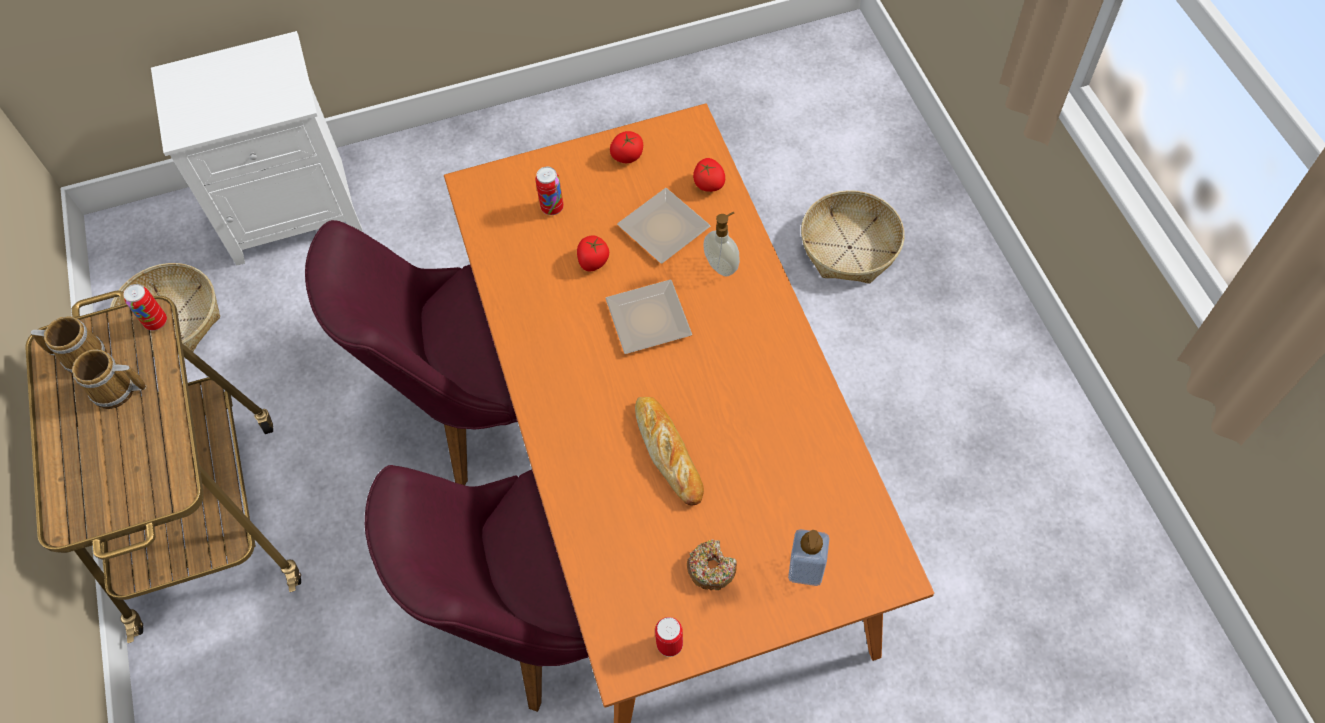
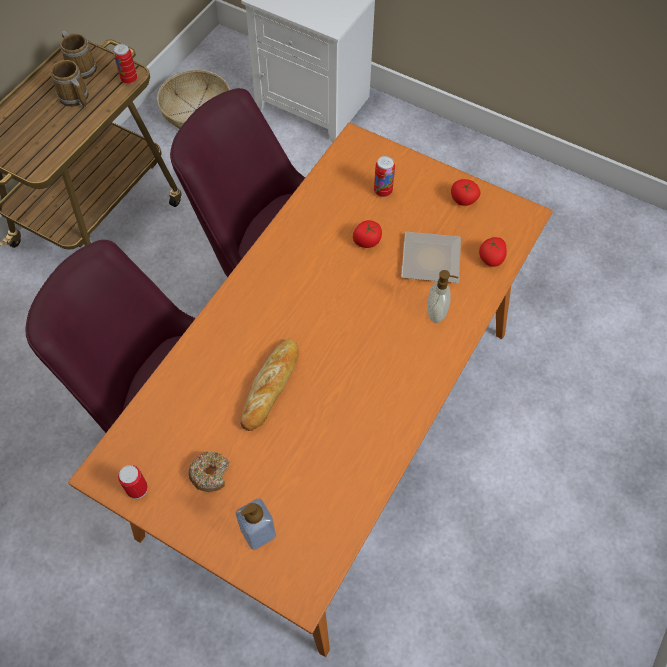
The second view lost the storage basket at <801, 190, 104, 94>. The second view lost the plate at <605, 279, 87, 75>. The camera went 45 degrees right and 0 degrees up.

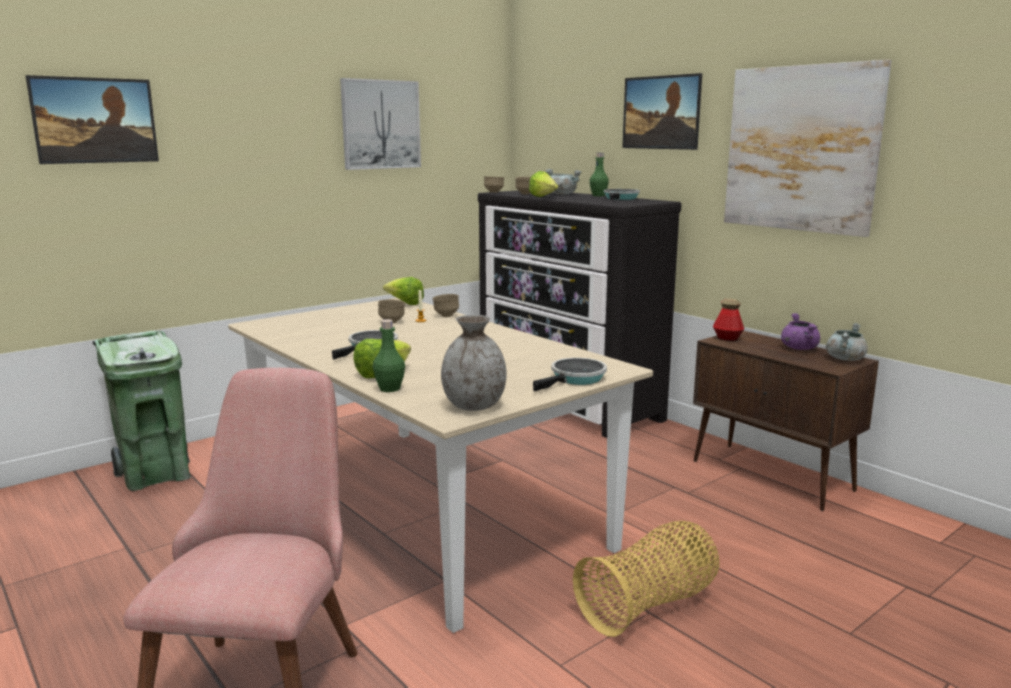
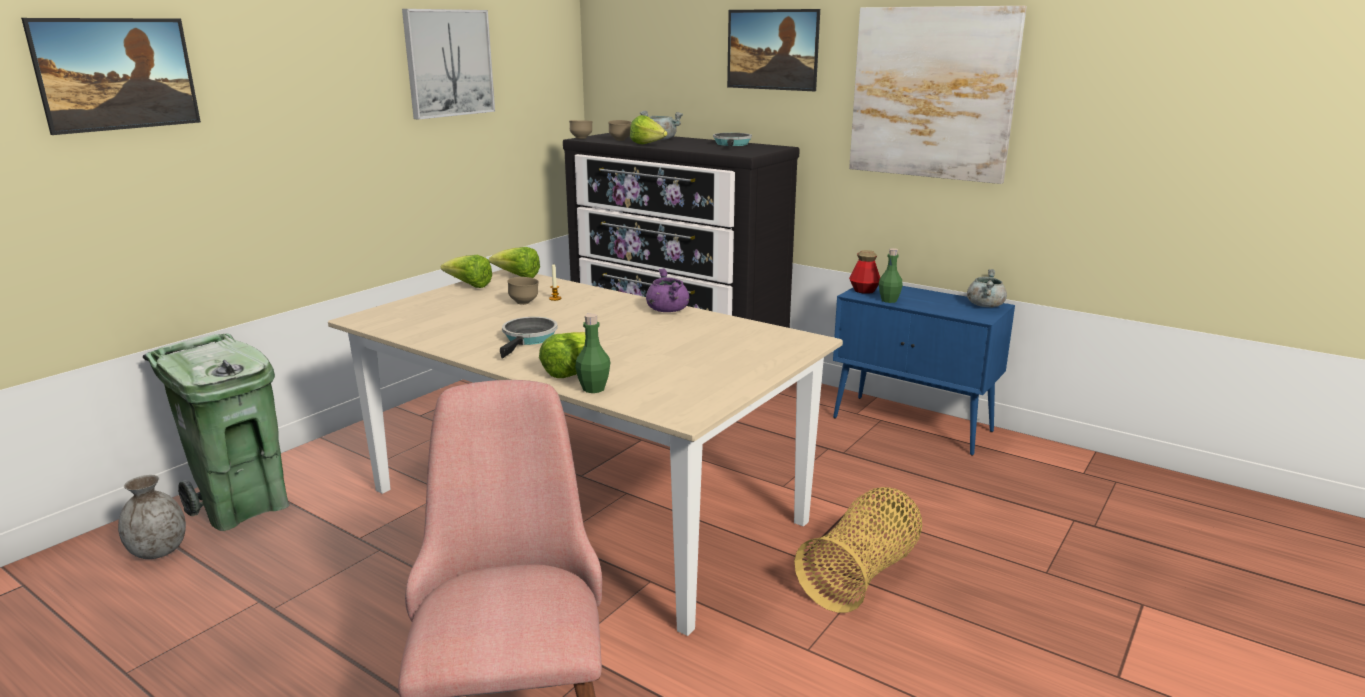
The green-coloured beverage bottle ended up elsewhere, having gone from <589, 153, 20, 43> to <879, 248, 24, 55>. The second view lost the brown serving bowl at <433, 294, 26, 23>. The purplish saucepot ended up elsewhere, having gone from <781, 313, 39, 37> to <646, 269, 43, 43>. The grey decorative vase ended up elsewhere, having gone from <441, 315, 65, 96> to <118, 475, 68, 84>. What was the brown cabinet at <693, 331, 186, 180> turned into the blue-coloured cabinet at <833, 285, 182, 171>. The second view lost the frying pan at <533, 358, 74, 34>. The second view gained the lettuce head at <441, 255, 51, 33>. The camera went 15 degrees left and 5 degrees up.

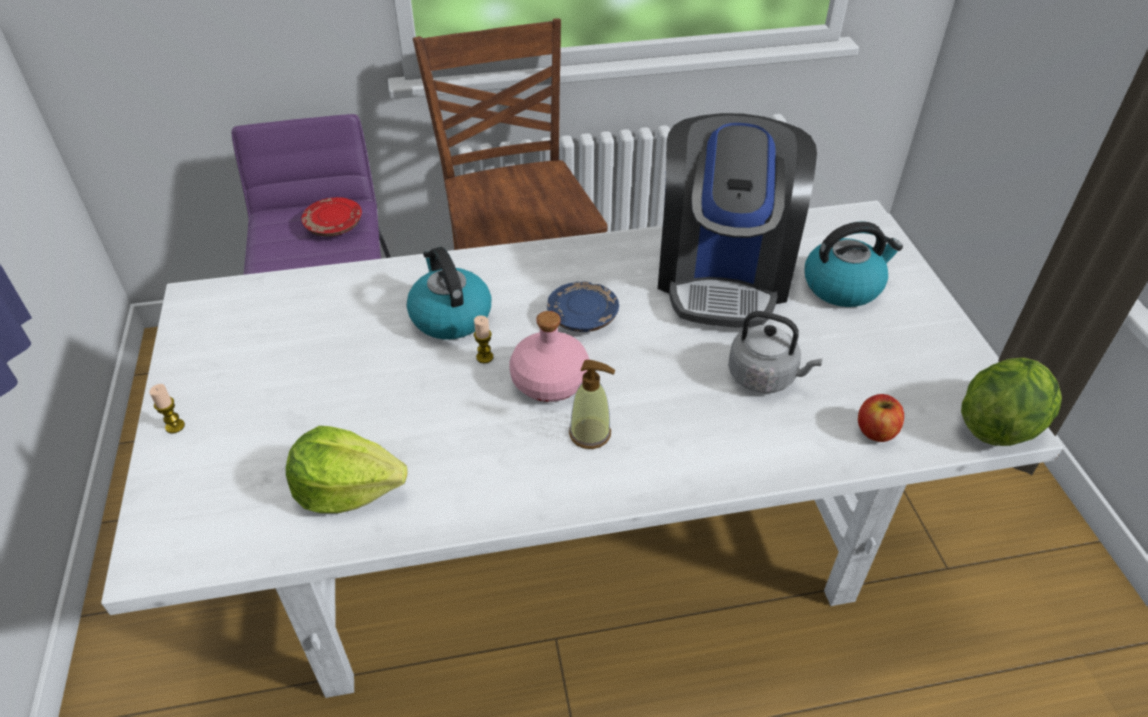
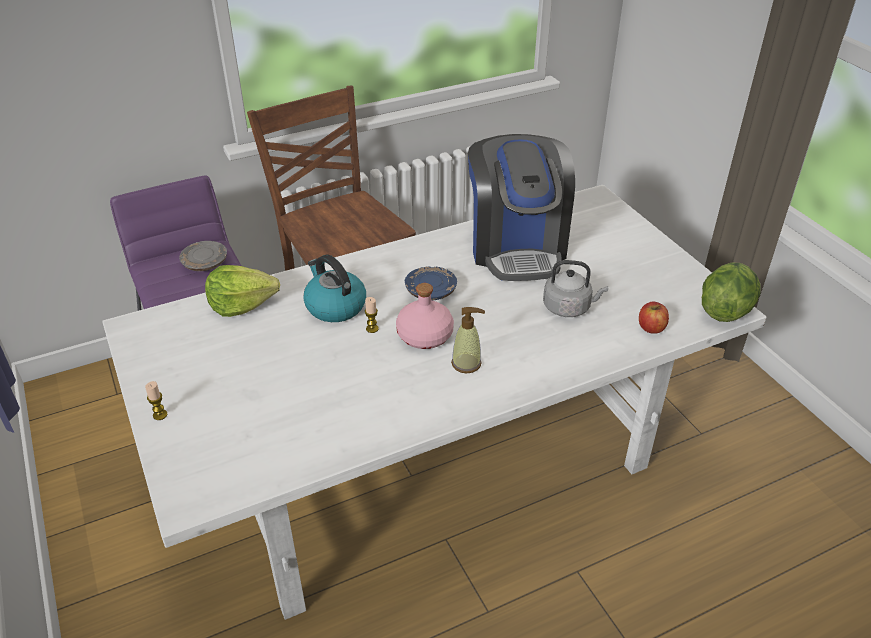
What was the red-coloured plate at <302, 197, 60, 40> turned into the grey plate at <179, 241, 48, 30>. The second view lost the kettle at <805, 221, 98, 86>. The lettuce head ended up elsewhere, having gone from <286, 426, 122, 87> to <205, 265, 75, 52>. The camera went 15 degrees left and 5 degrees down.

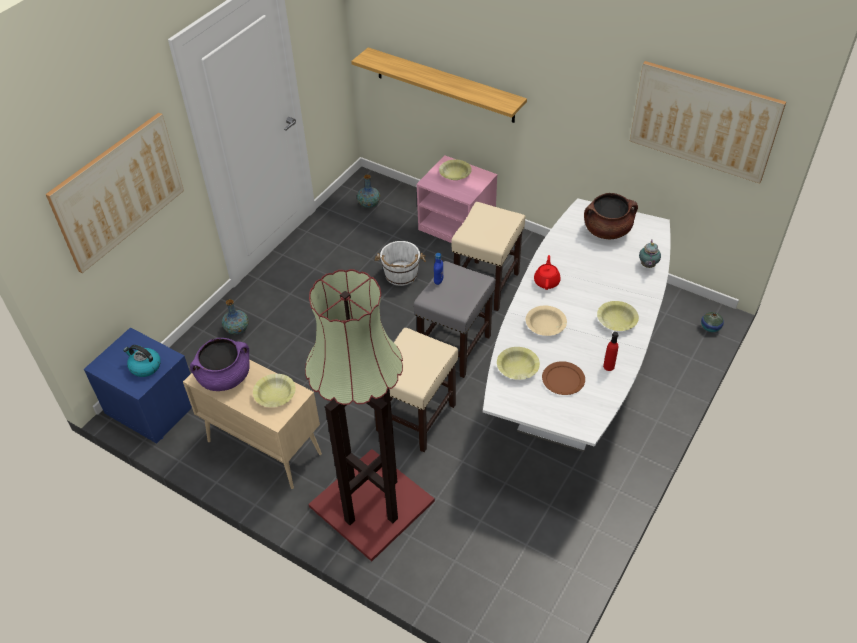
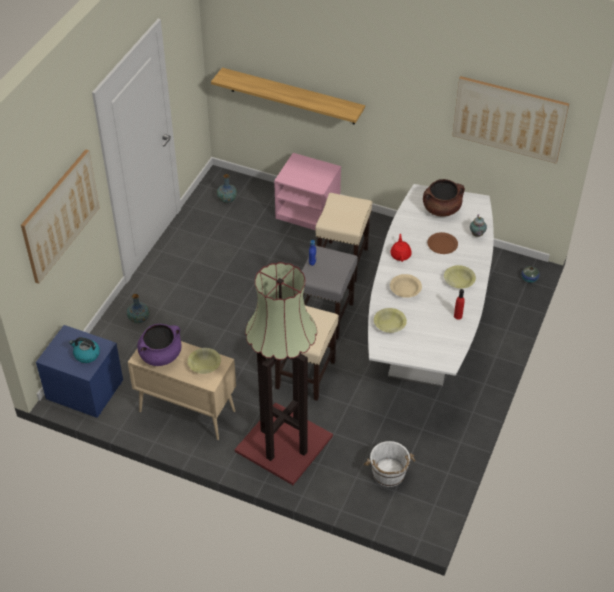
The second view lost the yellow-coloured serving bowl at <439, 160, 33, 20>. The white bucket ended up elsewhere, having gone from <375, 241, 51, 45> to <364, 441, 51, 46>. The brown plate ended up elsewhere, having gone from <542, 361, 43, 34> to <427, 232, 31, 22>. The camera went 10 degrees left and 0 degrees up.

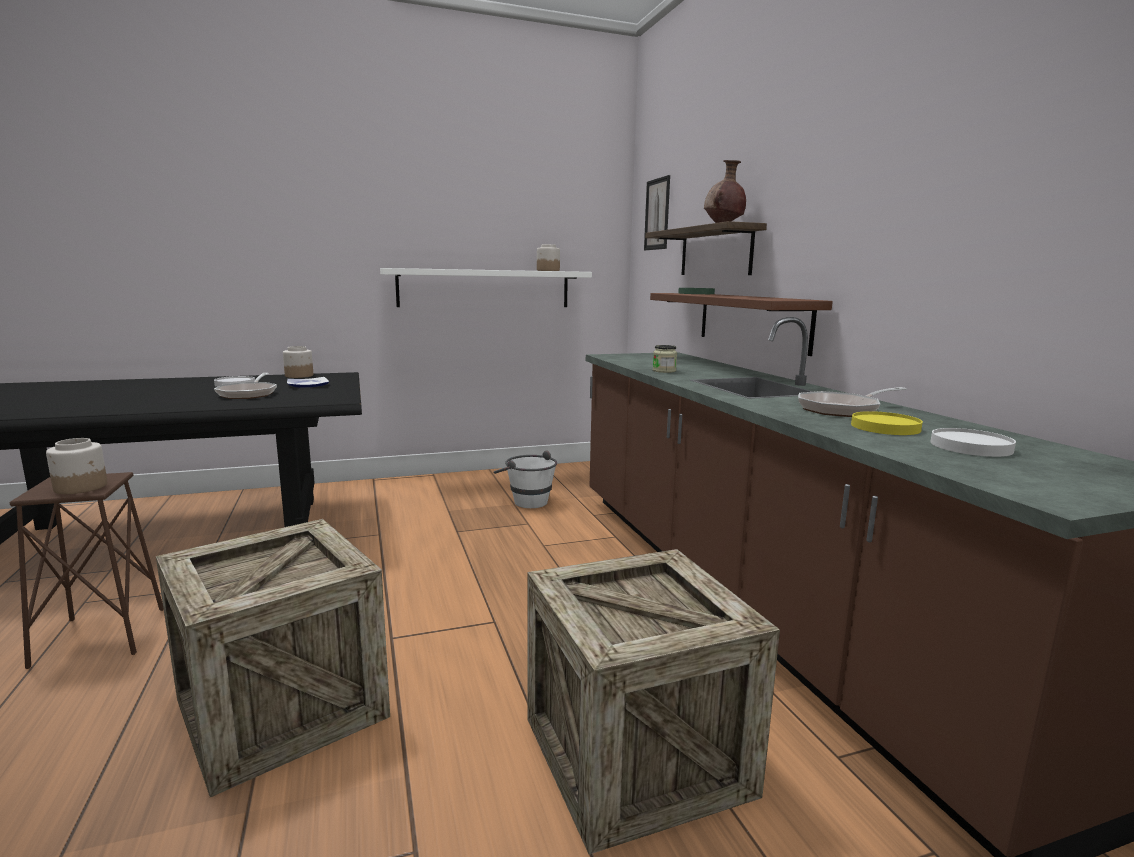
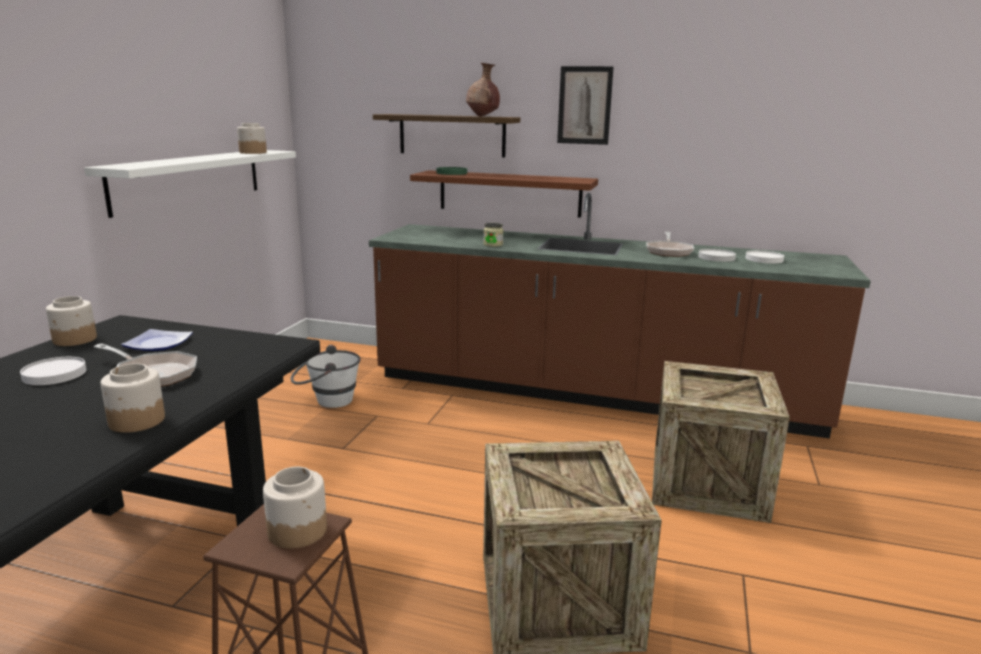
The picture ended up elsewhere, having gone from <644, 175, 26, 75> to <557, 66, 57, 79>. What was the yellow-coloured plate at <851, 411, 72, 24> turned into the white plate at <698, 249, 38, 13>. The second view gained the storage jar at <100, 363, 65, 70>. The camera went 55 degrees left and 5 degrees up.

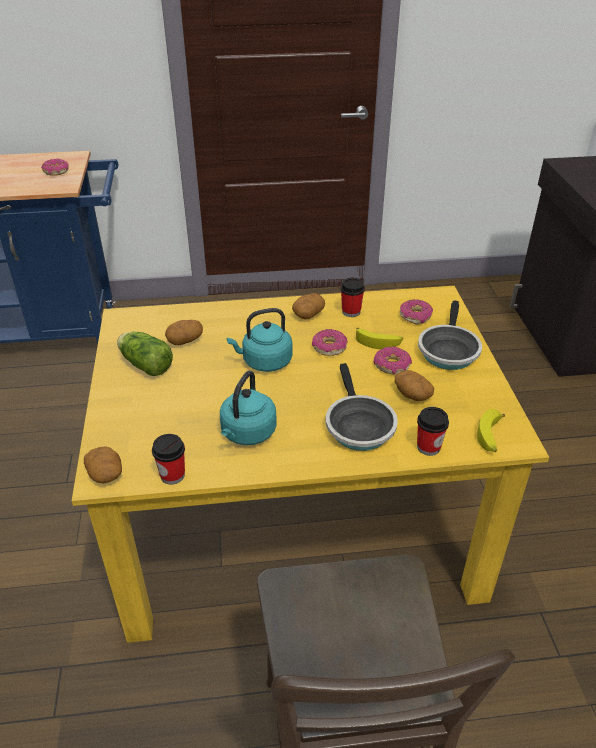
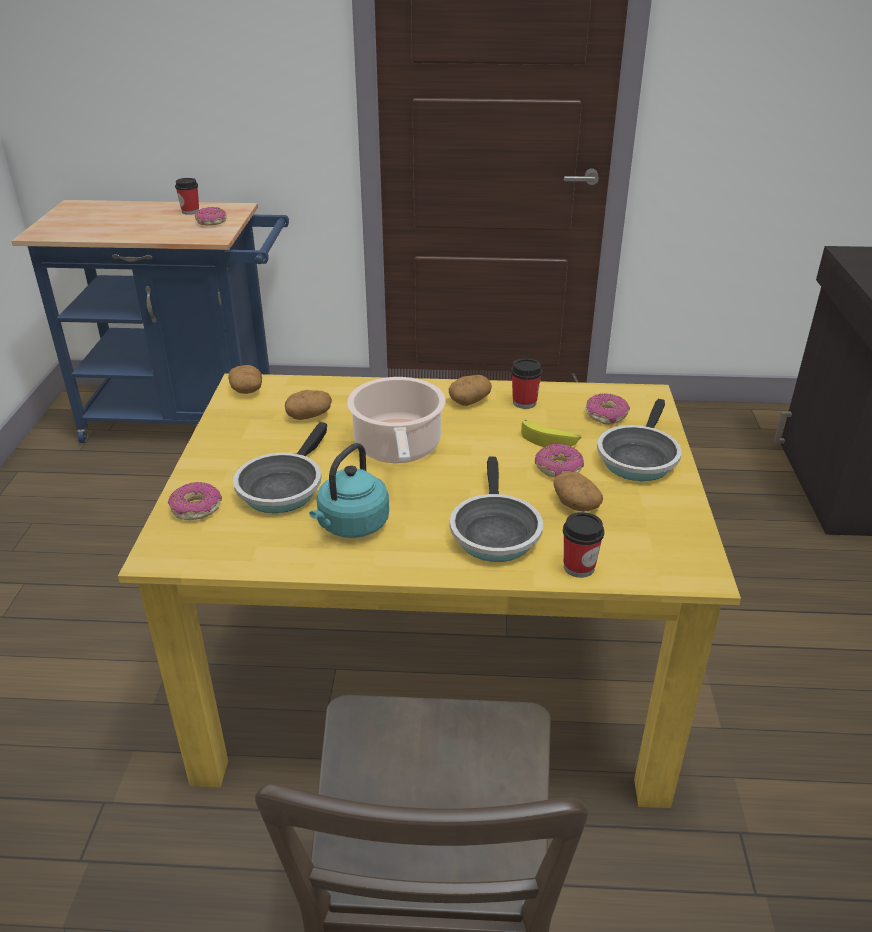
Where the turquoise kettle stood at <227, 308, 66, 64>, the saucepot came to stand at <347, 377, 99, 86>. The doughnut ended up elsewhere, having gone from <312, 329, 36, 27> to <168, 482, 54, 38>. The second view lost the lettuce head at <117, 331, 56, 45>. The second view lost the whole banana at <477, 409, 28, 43>. The drinking cup ended up elsewhere, having gone from <152, 434, 33, 51> to <175, 178, 24, 37>. The spud ended up elsewhere, having gone from <84, 447, 38, 37> to <228, 365, 34, 29>. The second view gained the frying pan at <233, 422, 94, 91>. The camera went 10 degrees right and 5 degrees down.

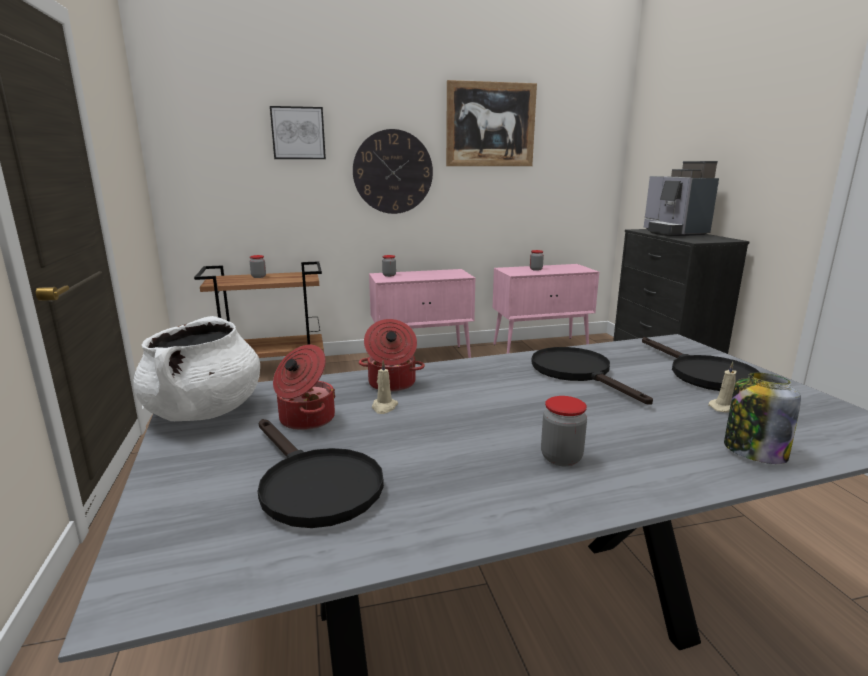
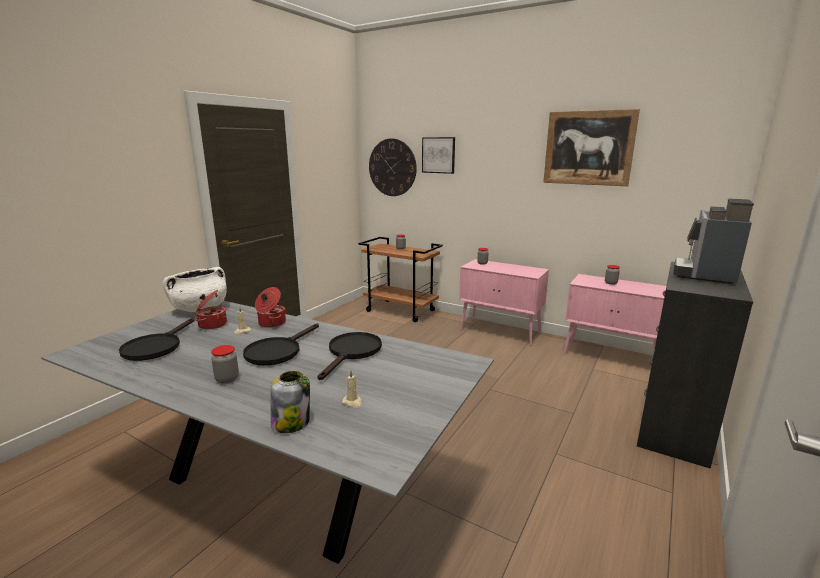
The wall clock ended up elsewhere, having gone from <353, 129, 80, 85> to <369, 138, 48, 58>. The blackish frying pan ended up elsewhere, having gone from <642, 337, 118, 54> to <243, 323, 76, 42>. The camera went 45 degrees right and 0 degrees up.

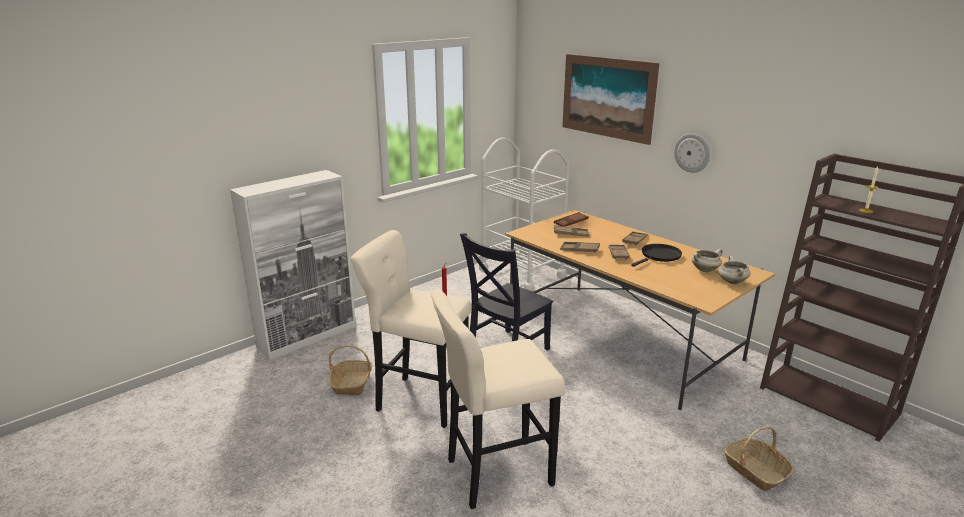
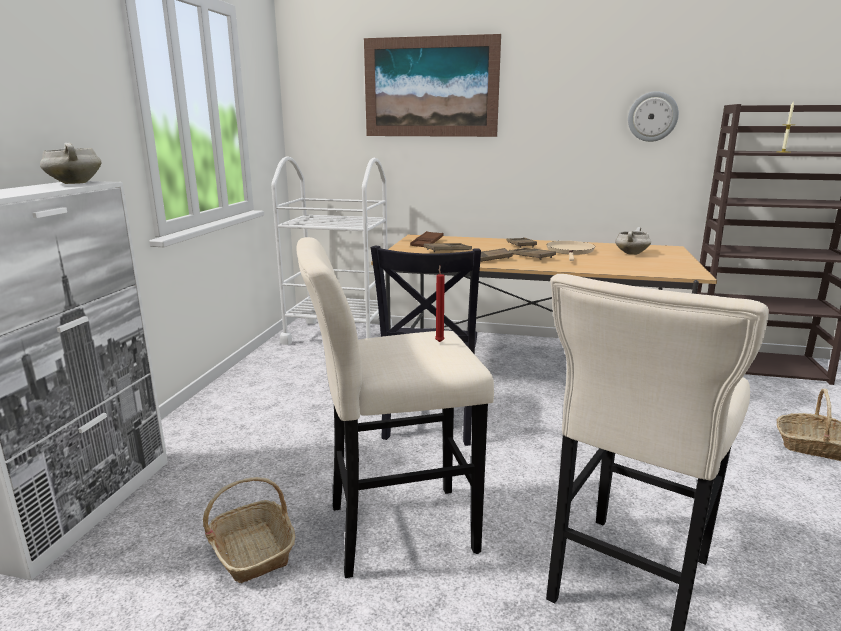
The wall clock ended up elsewhere, having gone from <674, 133, 36, 40> to <628, 91, 51, 51>. What was the blackish frying pan at <631, 244, 51, 23> turned into the sand-coloured frying pan at <547, 241, 48, 20>. The white saucepot ended up elsewhere, having gone from <718, 256, 33, 28> to <40, 143, 61, 41>. The camera went 35 degrees left and 5 degrees down.

